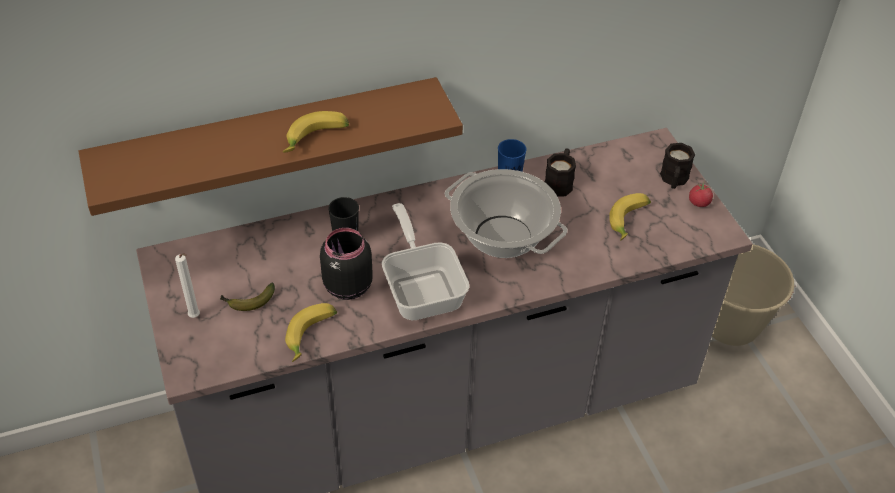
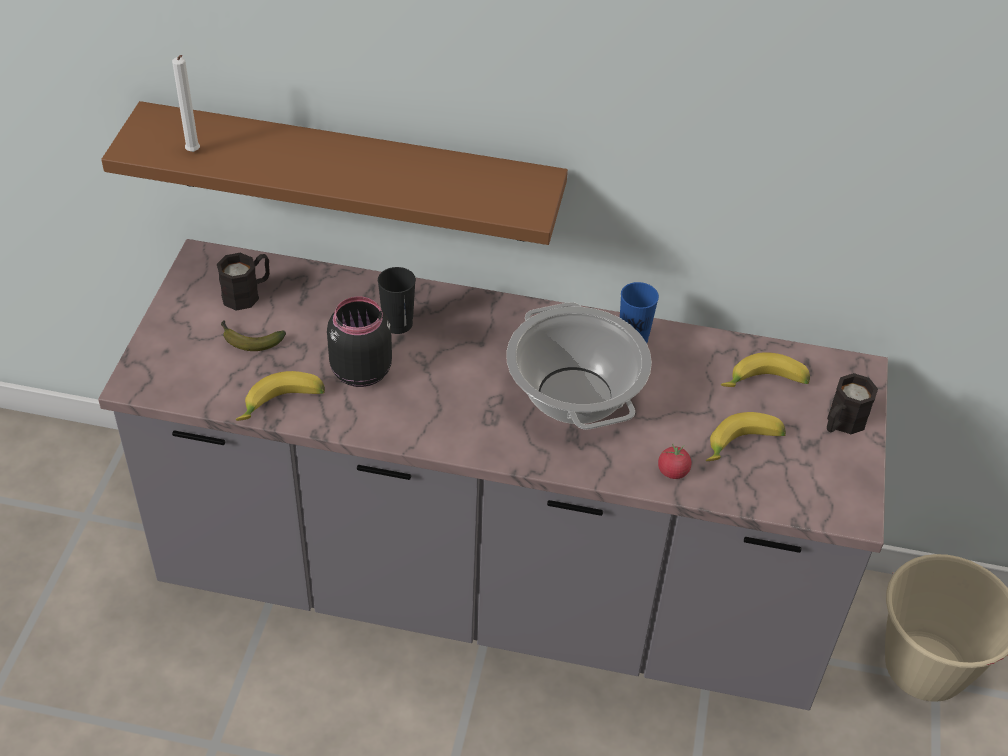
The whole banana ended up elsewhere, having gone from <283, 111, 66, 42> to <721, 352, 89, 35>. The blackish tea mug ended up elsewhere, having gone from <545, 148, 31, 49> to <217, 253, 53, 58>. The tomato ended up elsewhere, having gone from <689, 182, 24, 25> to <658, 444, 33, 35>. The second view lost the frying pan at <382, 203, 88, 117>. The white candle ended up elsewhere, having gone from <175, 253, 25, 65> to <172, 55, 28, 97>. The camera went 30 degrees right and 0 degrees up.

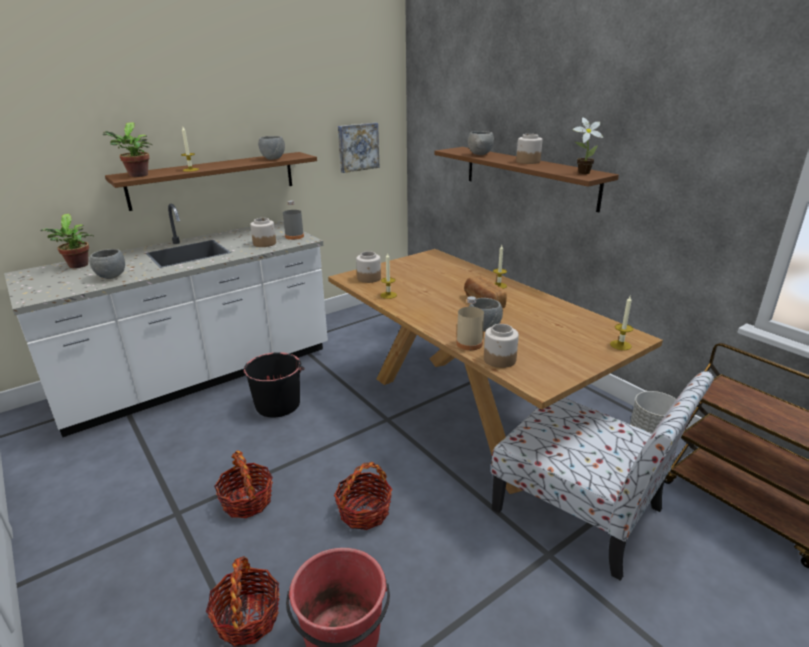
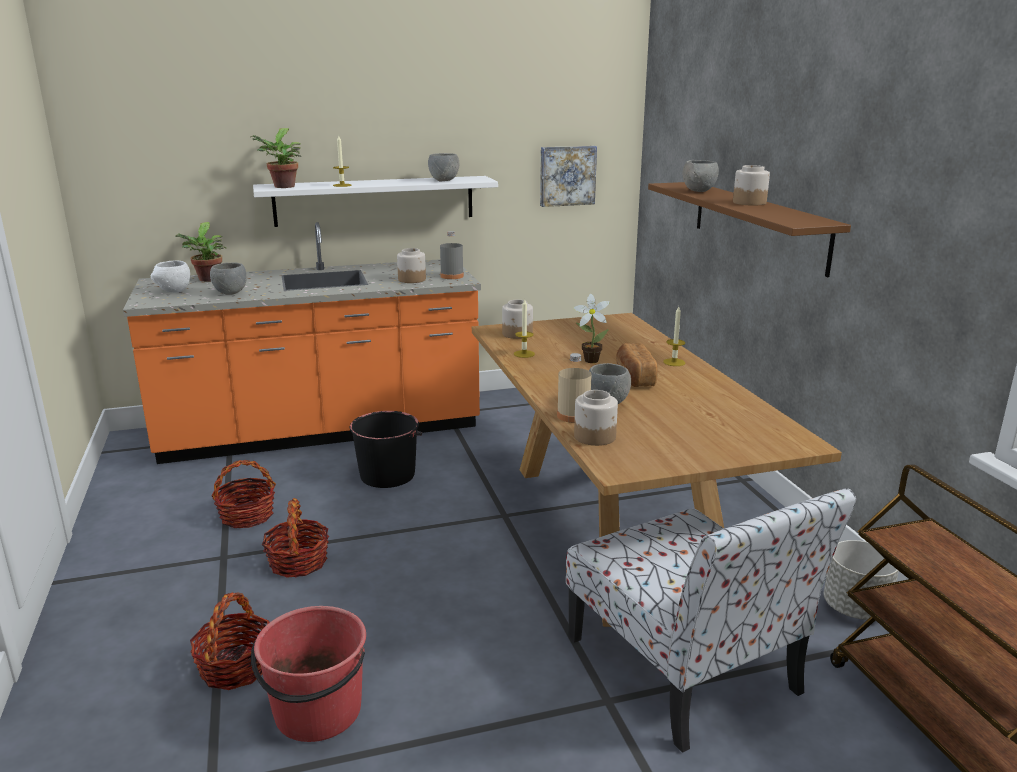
The houseplant ended up elsewhere, having gone from <573, 118, 30, 56> to <573, 294, 37, 69>. What was the brown shelf at <105, 152, 212, 59> turned into the white shelf at <253, 176, 245, 51>. What was the white kitchen counter at <4, 204, 324, 233> turned into the orange kitchen counter at <123, 222, 358, 242>. The second view lost the candle at <610, 296, 23, 54>. The storage basket ended up elsewhere, having gone from <334, 462, 58, 68> to <211, 460, 65, 68>. The second view gained the white serving bowl at <150, 260, 40, 33>. The camera went 20 degrees right and 5 degrees down.

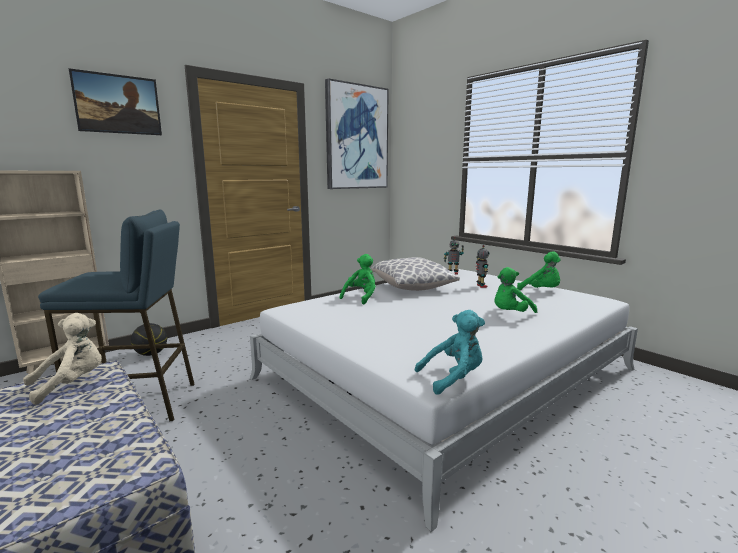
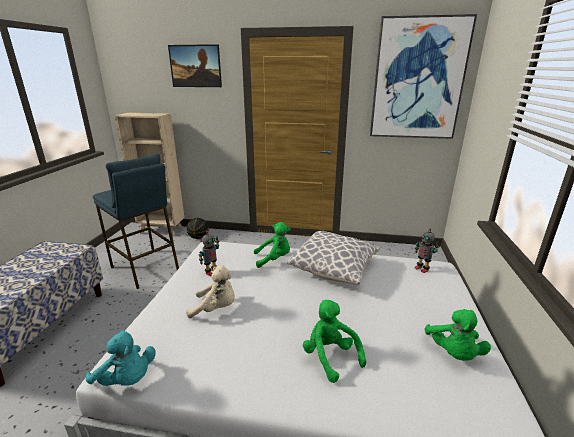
The model robot ended up elsewhere, having gone from <476, 245, 14, 43> to <199, 231, 20, 45>. The green-coloured cuddly toy at <494, 267, 43, 46> ended up facing another way, 45 degrees clockwise from before. The sand-coloured cuddly toy ended up elsewhere, having gone from <23, 313, 79, 92> to <186, 266, 49, 52>. The camera went 50 degrees right and 10 degrees up.

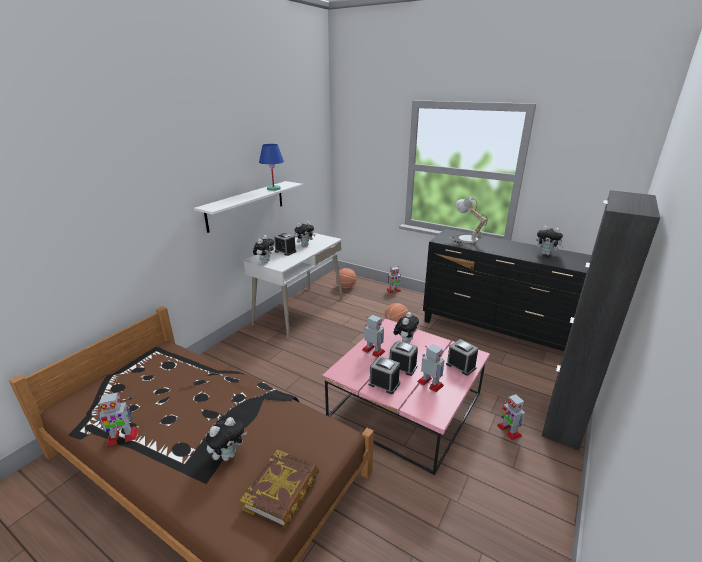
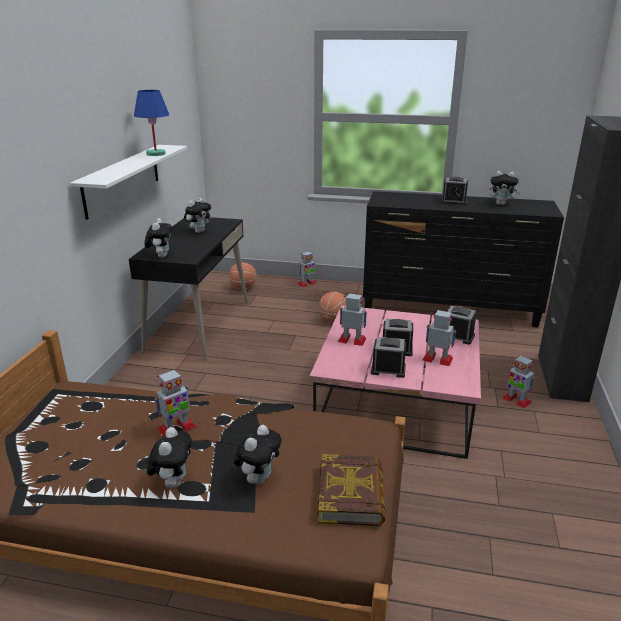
The second view lost the lamp for a table at <450, 196, 38, 49>. What was the white desk at <244, 233, 99, 106> turned into the blackish desk at <129, 217, 119, 144>. The alarm clock ended up elsewhere, having gone from <274, 233, 22, 23> to <441, 177, 27, 28>. The cuddly toy ended up elsewhere, having gone from <394, 312, 25, 31> to <147, 427, 45, 61>. The model robot ended up elsewhere, having gone from <96, 392, 42, 54> to <155, 368, 41, 68>. The camera went 20 degrees left and 0 degrees up.

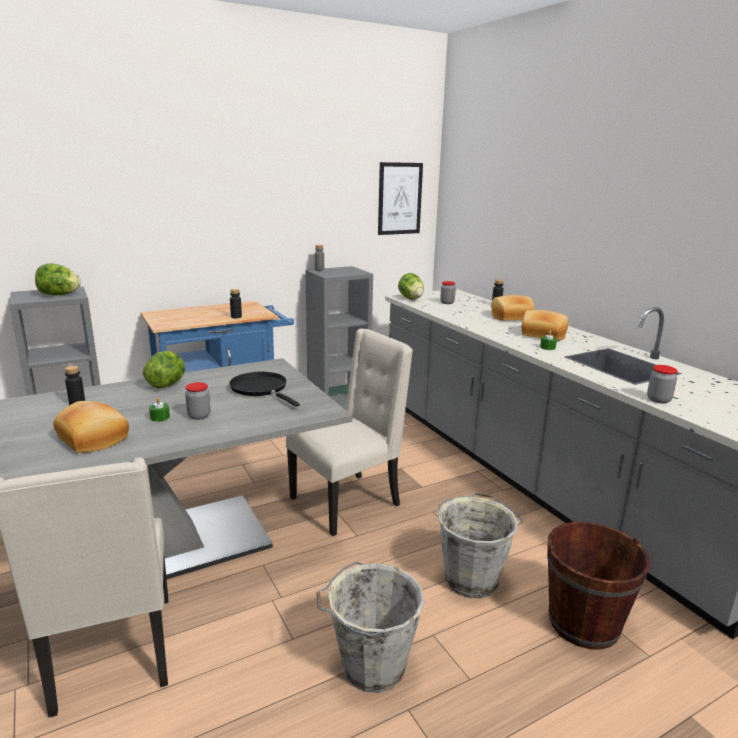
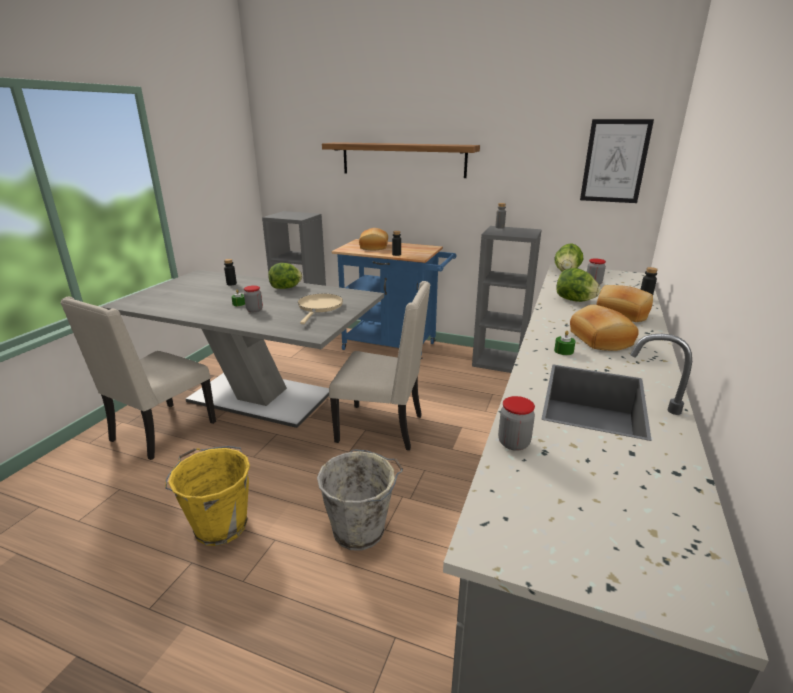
The lettuce head ended up elsewhere, having gone from <35, 263, 46, 32> to <556, 268, 44, 34>. What was the blackish frying pan at <229, 372, 71, 35> turned into the sand-coloured frying pan at <298, 294, 45, 30>. The bakery bread ended up elsewhere, having gone from <53, 401, 76, 52> to <359, 228, 29, 22>. The second view lost the brown bucket at <547, 522, 104, 128>. What was the grey bucket at <316, 562, 109, 131> turned into the yellow-coloured bucket at <165, 446, 85, 100>. The second view gained the shelf at <322, 142, 158, 36>. The camera went 50 degrees right and 5 degrees up.

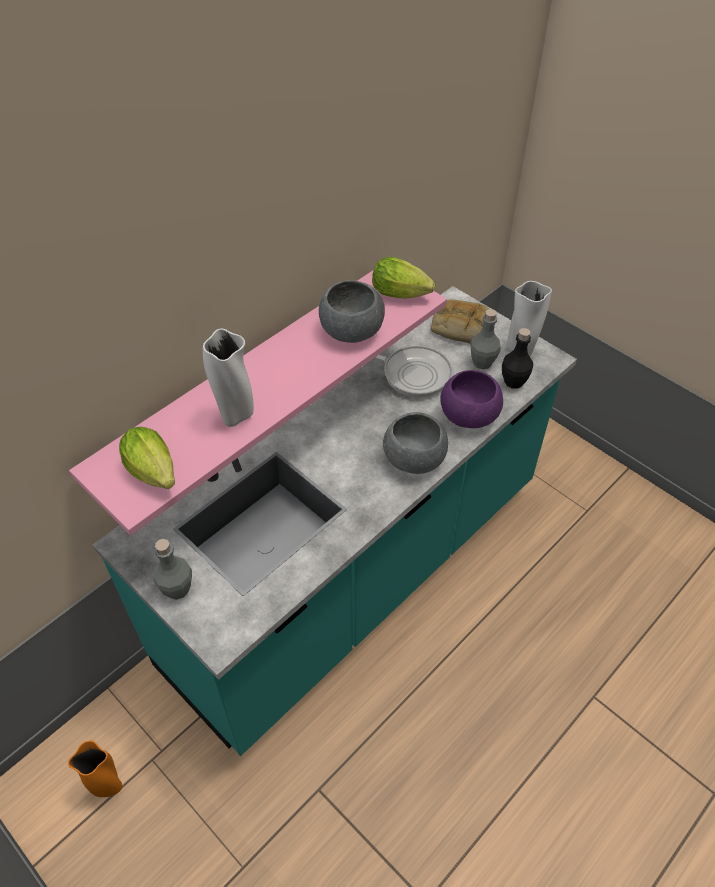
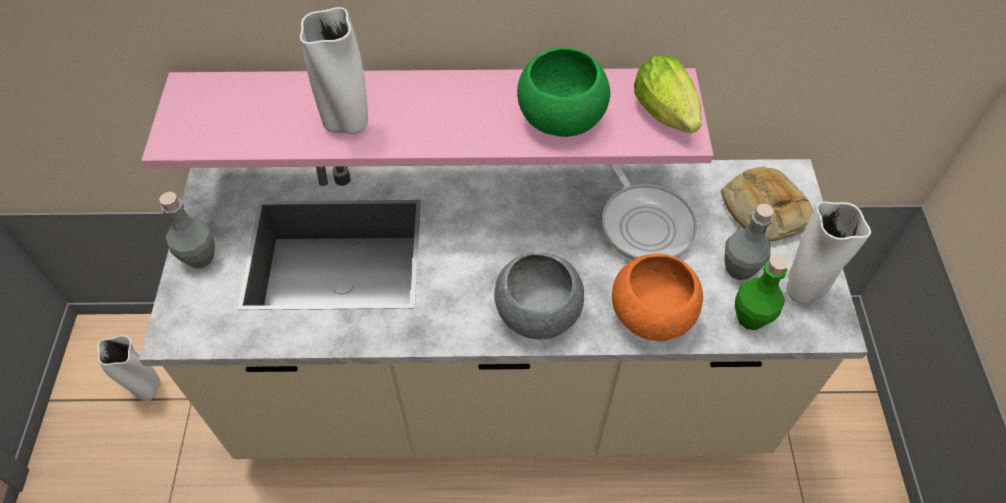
What was the grey serving bowl at <319, 280, 66, 63> turned into the green-coloured serving bowl at <517, 47, 93, 90>. What was the turquoise kitchen counter at <92, 286, 485, 470> turned into the sand-coloured kitchen counter at <139, 159, 729, 300>. What was the blackish beverage bottle at <502, 328, 31, 61> turned into the green-coloured beverage bottle at <735, 255, 53, 75>. What was the purplish serving bowl at <440, 370, 63, 58> turned into the orange serving bowl at <612, 254, 91, 87>. The second view lost the lettuce head at <119, 427, 56, 62>. What was the orange decorative vase at <68, 741, 54, 56> turned into the white decorative vase at <97, 335, 63, 66>. The camera went 45 degrees right and 5 degrees up.

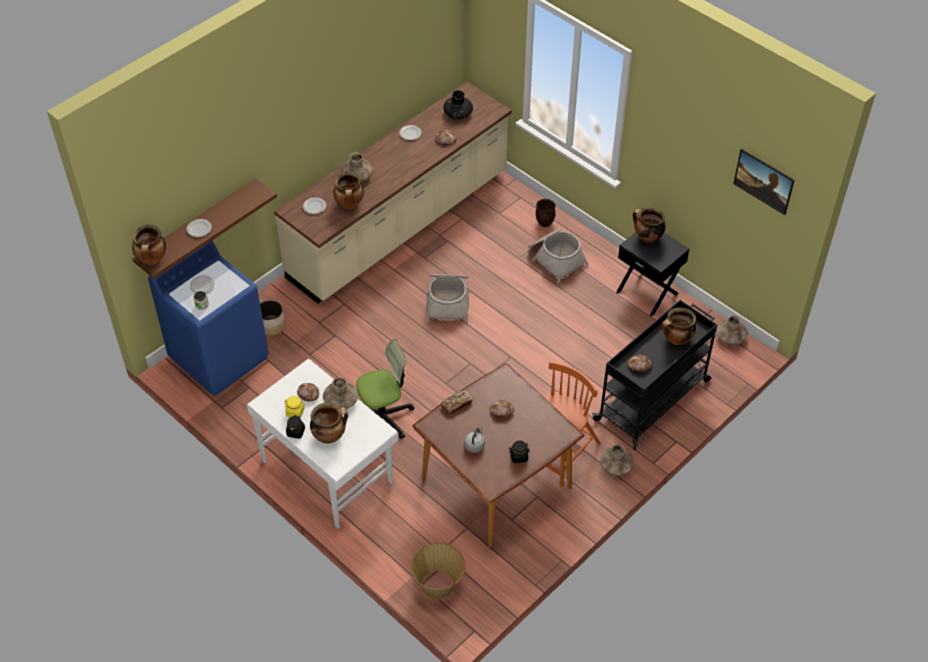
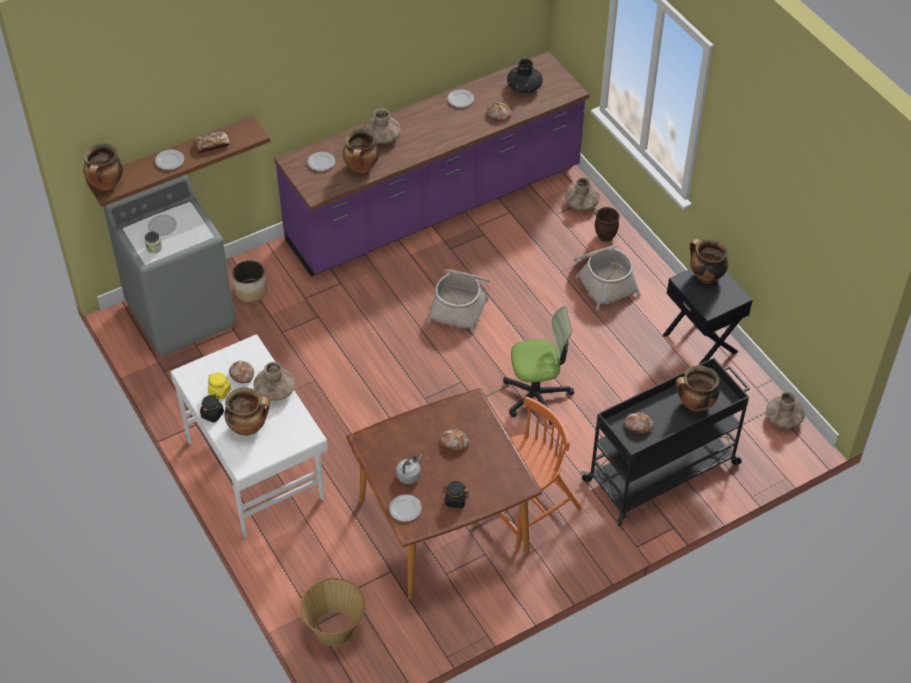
What was the sand-coloured kitchen counter at <274, 82, 238, 221> turned into the purplish kitchen counter at <274, 51, 315, 225>. The second view lost the picture at <733, 149, 62, 66>. What was the blue-coloured laundry appliance at <148, 241, 121, 155> turned into the grey laundry appliance at <103, 175, 133, 181>. The computer chair ended up elsewhere, having gone from <356, 339, 58, 100> to <503, 306, 71, 119>. The bakery bread ended up elsewhere, having gone from <441, 390, 32, 25> to <193, 132, 37, 22>. The brown decorative vase ended up elsewhere, having gone from <600, 444, 34, 32> to <565, 177, 35, 34>. The second view gained the plate at <389, 494, 33, 28>. The camera went 15 degrees right and 0 degrees up.

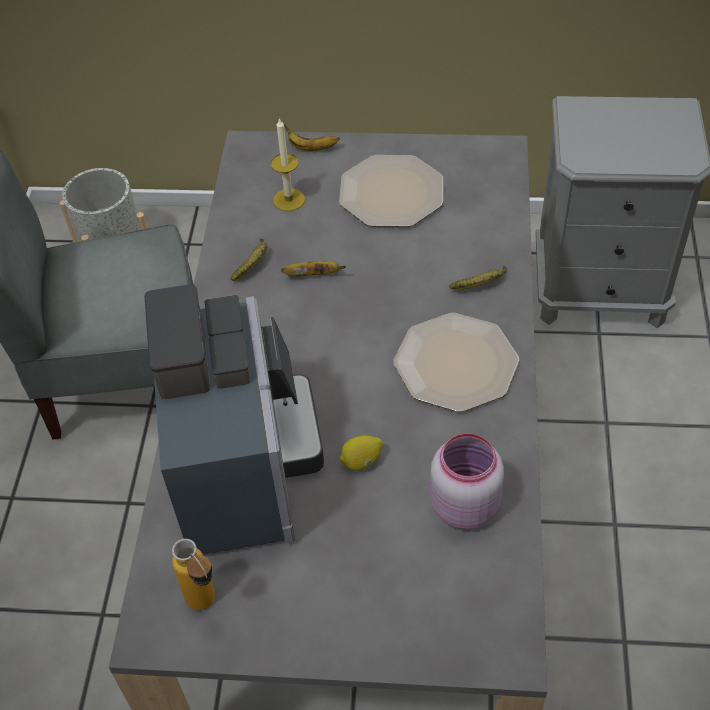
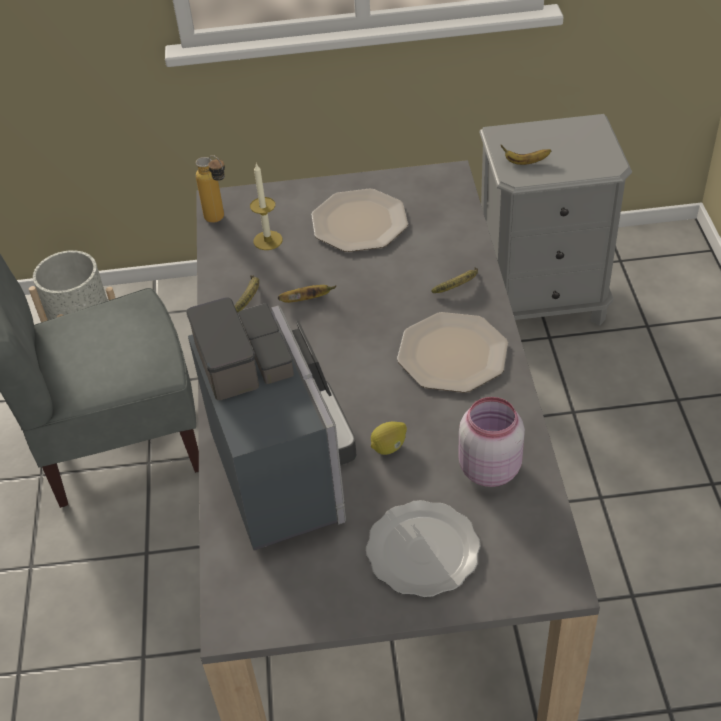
The whole banana ended up elsewhere, having gone from <284, 124, 55, 27> to <501, 145, 50, 20>. The beverage bottle ended up elsewhere, having gone from <172, 539, 43, 71> to <196, 155, 29, 68>. The second view gained the plate at <366, 500, 115, 98>. The camera went 10 degrees left and 5 degrees down.

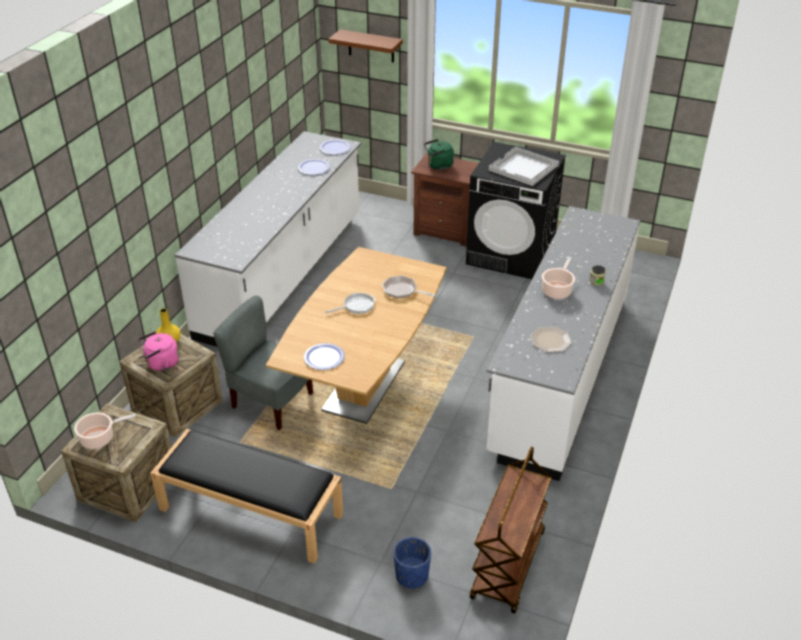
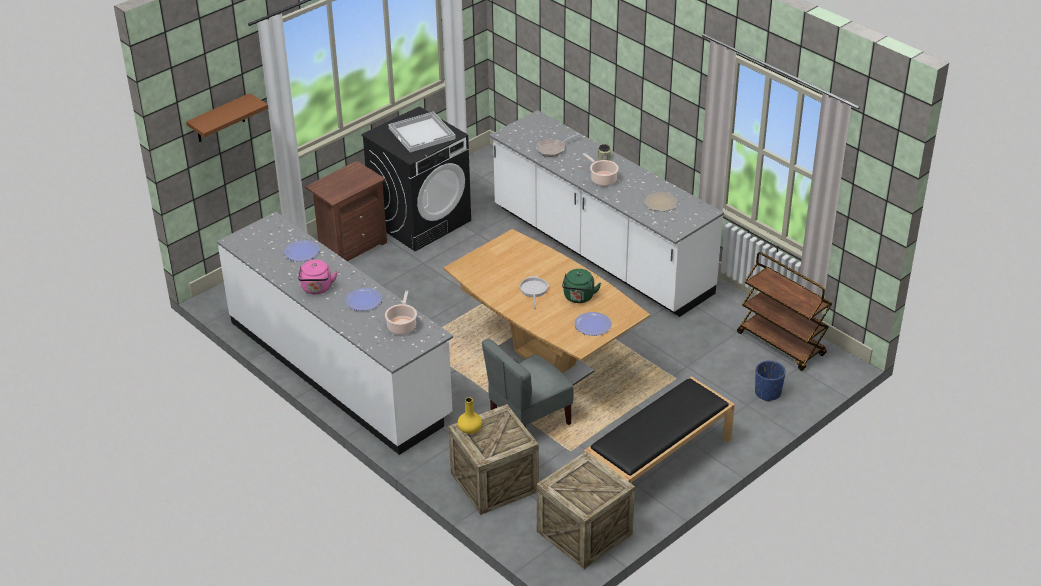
The green-coloured kettle ended up elsewhere, having gone from <424, 139, 30, 31> to <562, 269, 39, 34>. The plate ended up elsewhere, having gone from <320, 140, 31, 15> to <345, 288, 37, 23>. The frying pan ended up elsewhere, having gone from <382, 276, 53, 23> to <536, 133, 43, 24>. The pinkish kettle ended up elsewhere, having gone from <138, 331, 41, 40> to <298, 260, 39, 34>. The saucepot ended up elsewhere, having gone from <74, 413, 61, 36> to <385, 291, 32, 44>. The camera went 65 degrees left and 0 degrees up.

